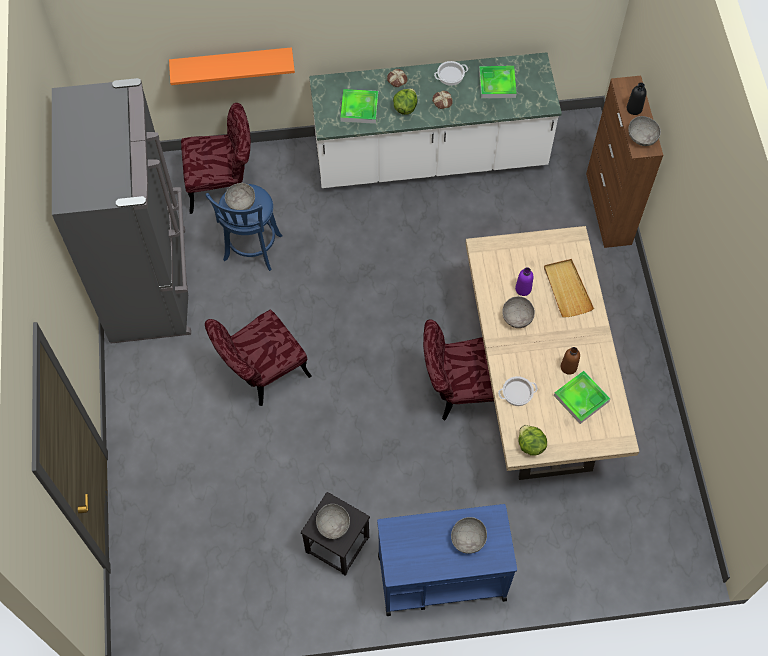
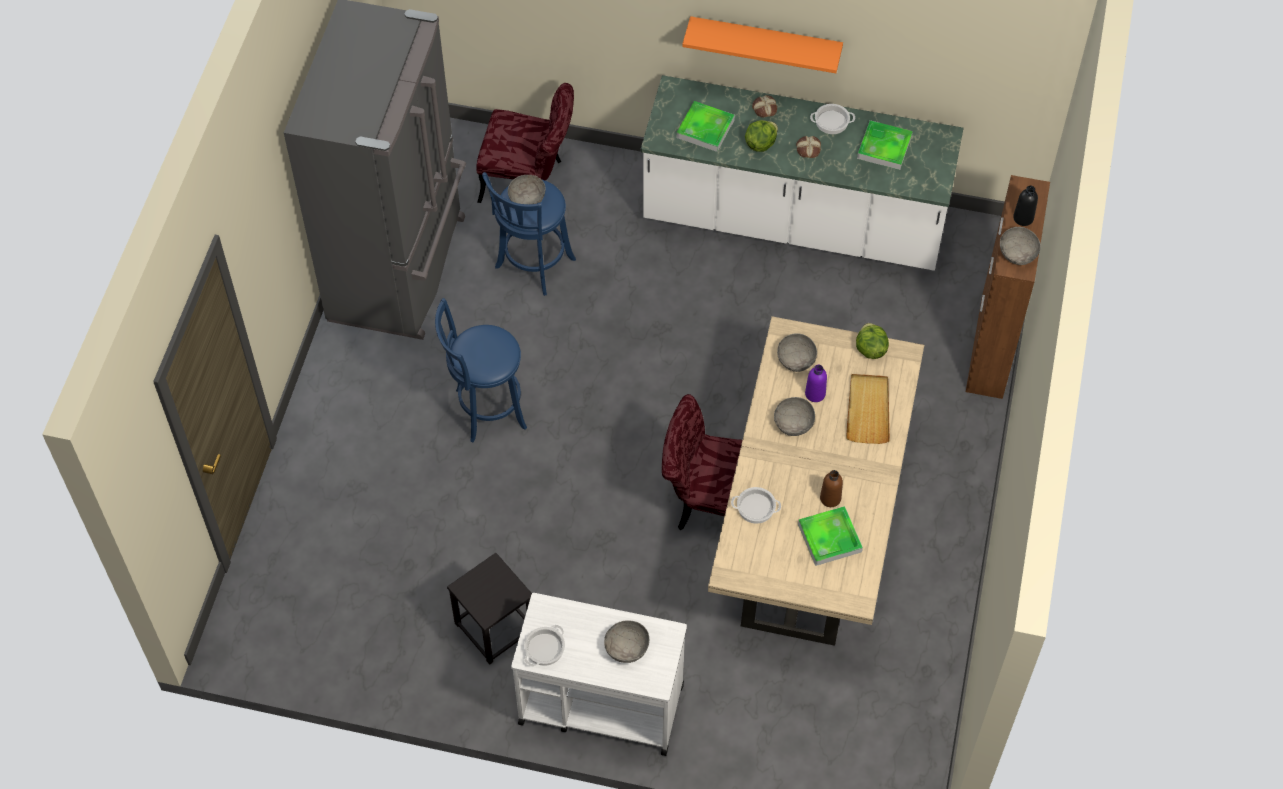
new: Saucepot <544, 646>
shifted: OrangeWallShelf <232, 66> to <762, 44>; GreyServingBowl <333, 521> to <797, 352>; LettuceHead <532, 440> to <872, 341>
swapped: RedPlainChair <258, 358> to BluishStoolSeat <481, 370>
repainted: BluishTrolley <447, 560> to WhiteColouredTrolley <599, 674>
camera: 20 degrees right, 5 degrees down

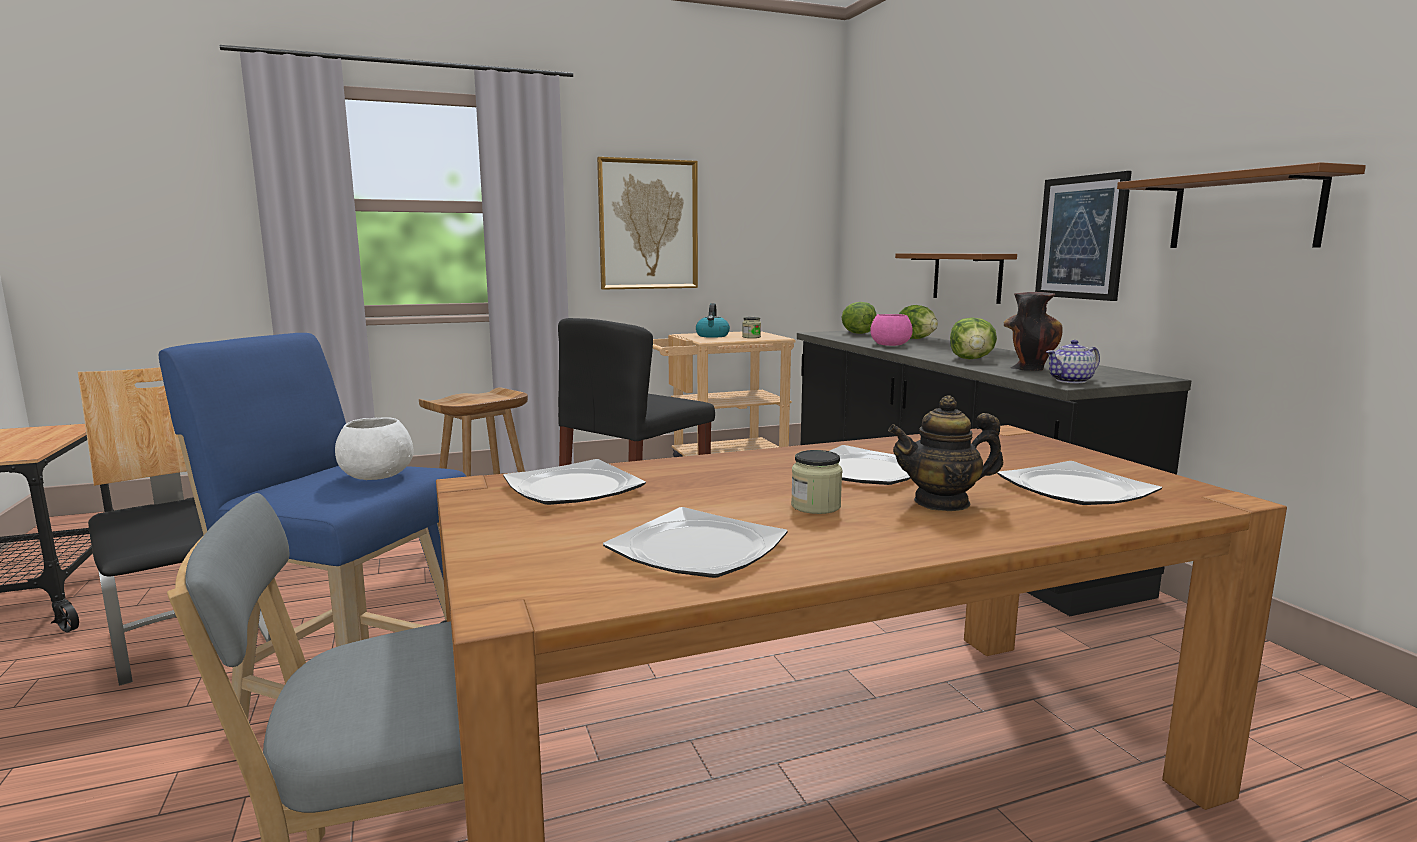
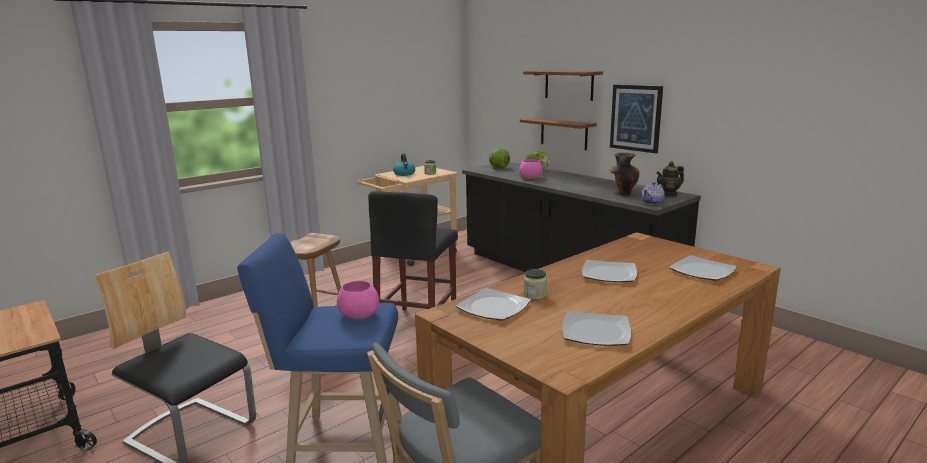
gone: WallPicture <647, 223>; LettuceHead <973, 338>
shifted: BrownishWallShelf <1241, 205> to <563, 85>; PreserveJar <816, 482> to <535, 284>; Teapot <945, 453> to <670, 178>
repainted: WhiteColouredServingBowl <374, 448> to PinkishServingBowl <358, 299>
camera: 20 degrees left, 5 degrees up

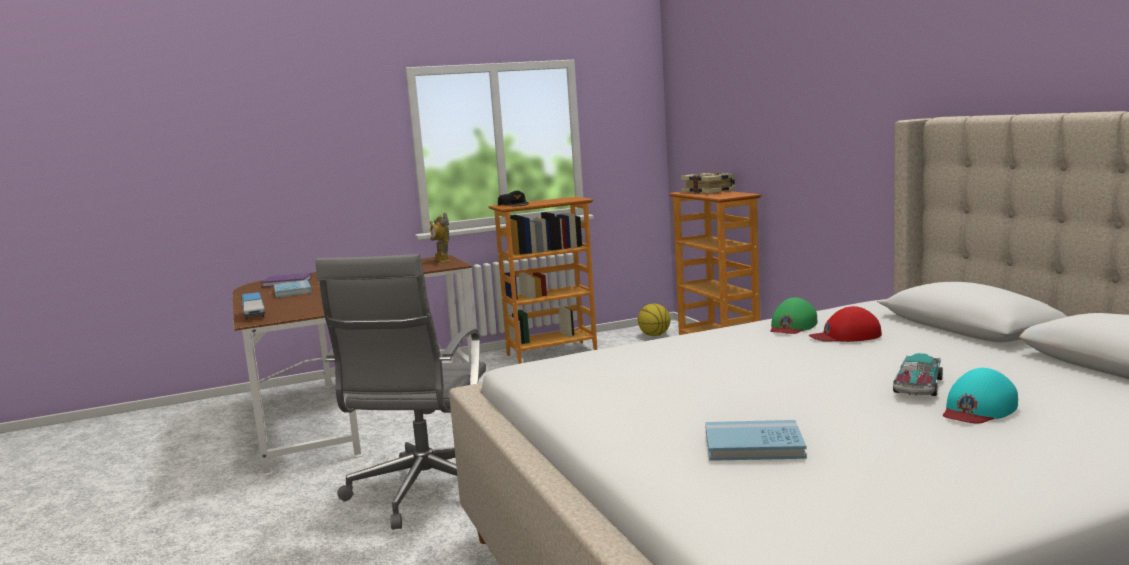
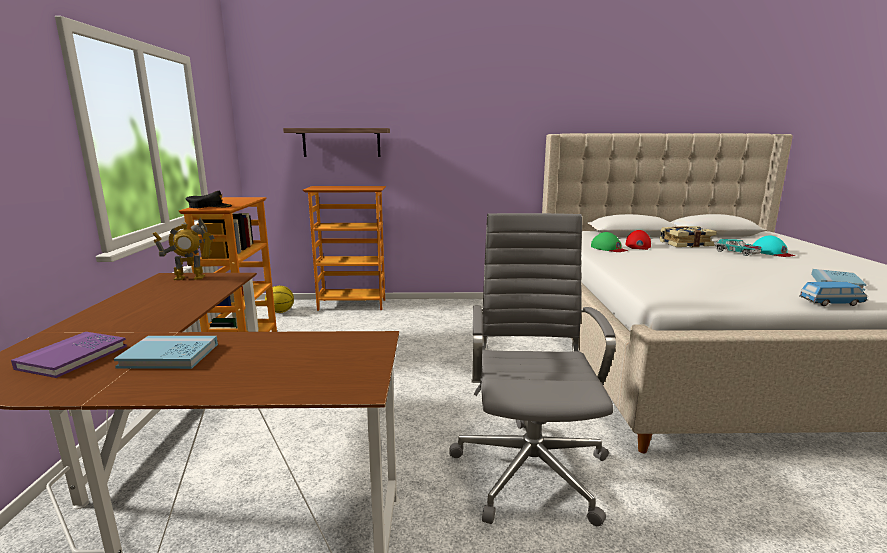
new: WallShelf <336, 142>
shifted: BoundBook <708, 183> to <688, 236>; MiniatureCar <253, 305> to <833, 294>
rotated: GreyDeskChair <401, 392> = <532, 369> 120 degrees counterclockwise
camera: 70 degrees left, 5 degrees up

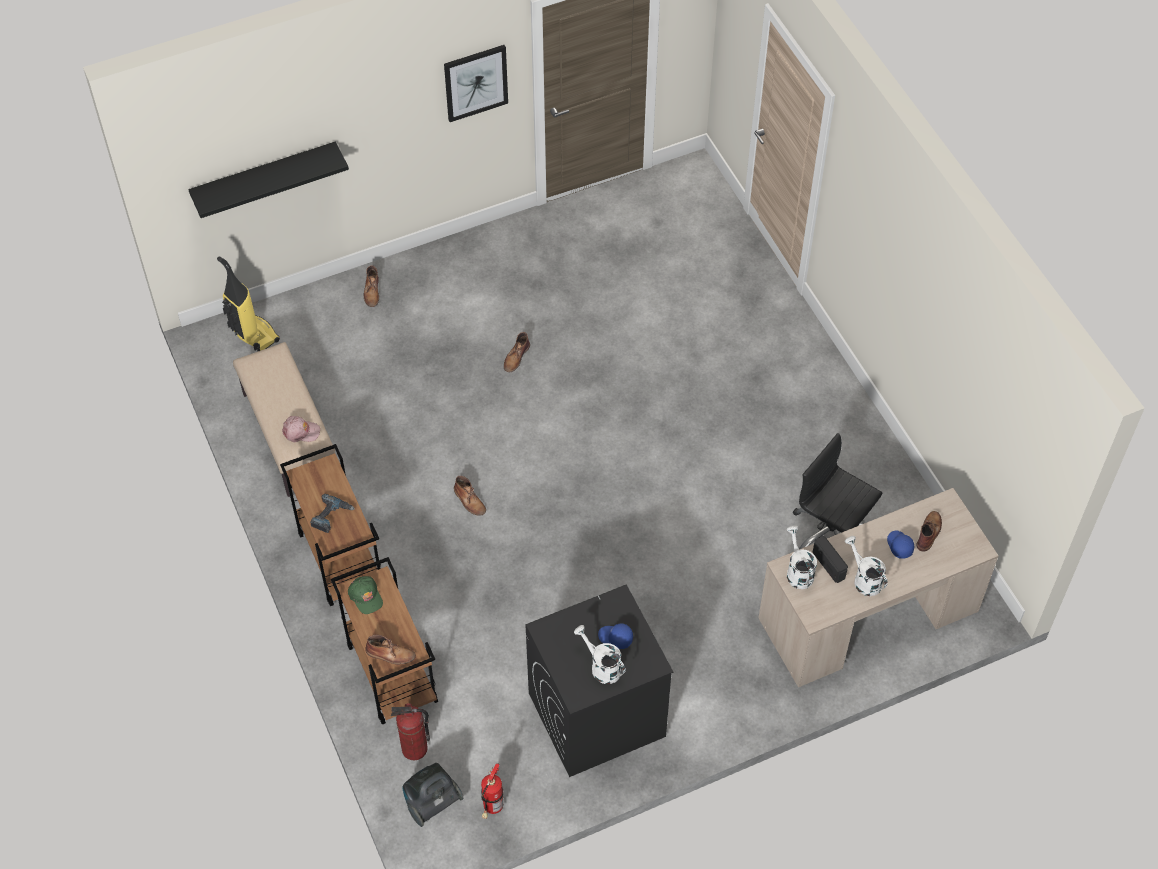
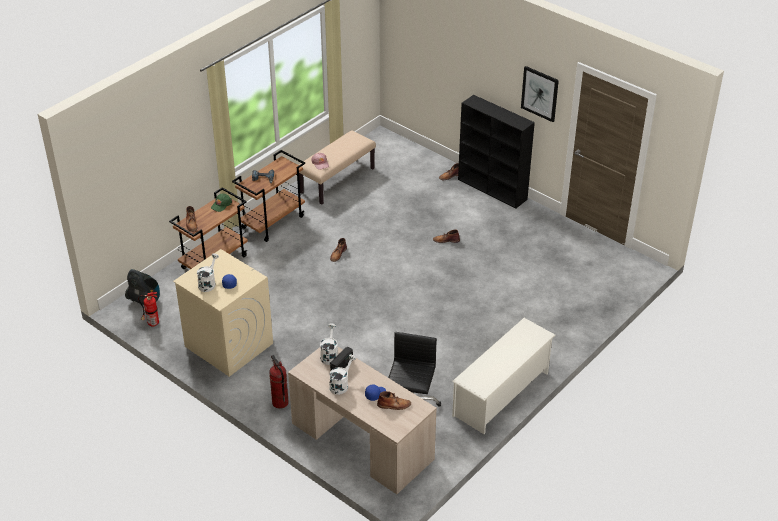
gone: BlackWallShelf <268, 180>; Vacuum <248, 304>
new: WhiteColouredShoeStand <503, 376>; BlackShelvingUnit <496, 151>
shifted: Extinguisher <410, 731> to <279, 382>
repainted: BlackWashingMachine <599, 680> to SandColouredWashingMachine <223, 313>
rotated: WhiteColouredSprinklingCan <802, 557> = <329, 344> 45 degrees counterclockwise
camera: 65 degrees right, 15 degrees down

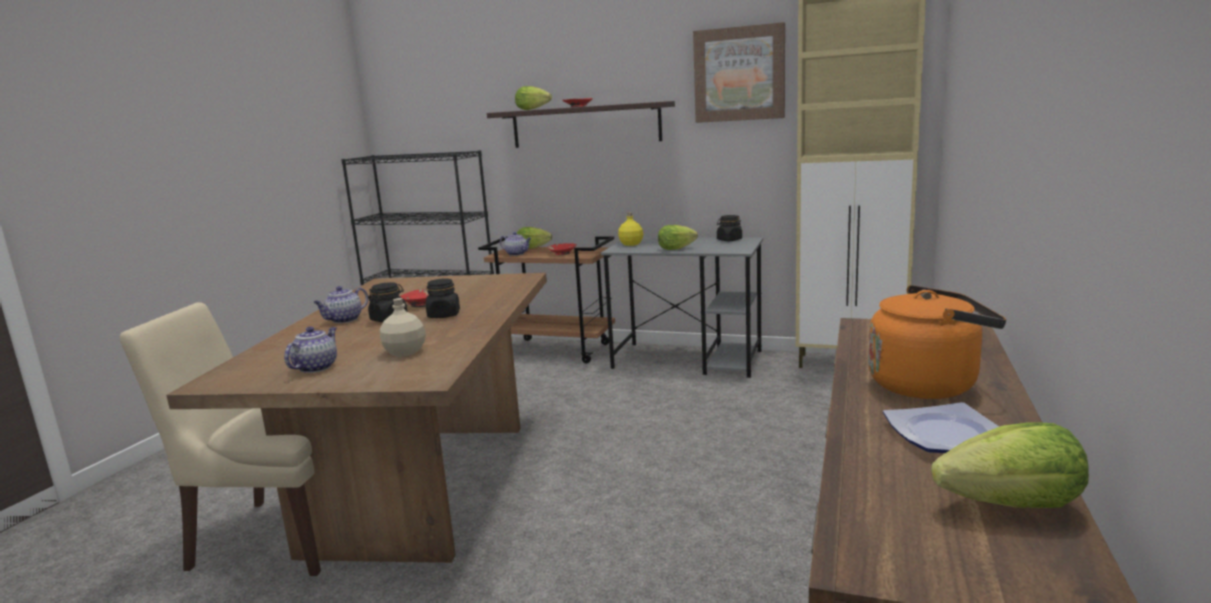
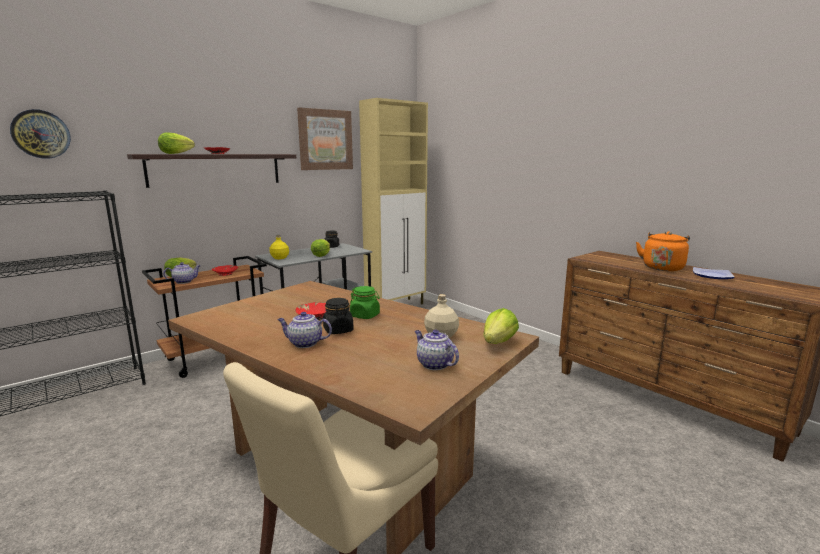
new: HangingClock <40, 134>
shifted: LettuceHead <1010, 465> to <501, 326>
repainted: BlackPreserveJar <443, 298> to GreenColouredPreserveJar <365, 302>
rotated: Teapot <340, 304> = <304, 330> 120 degrees clockwise
camera: 60 degrees left, 0 degrees up

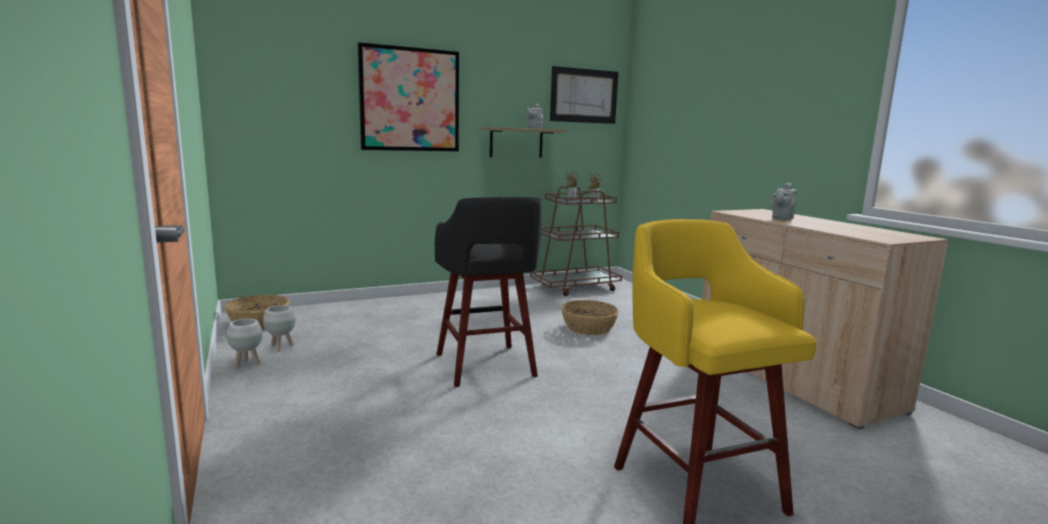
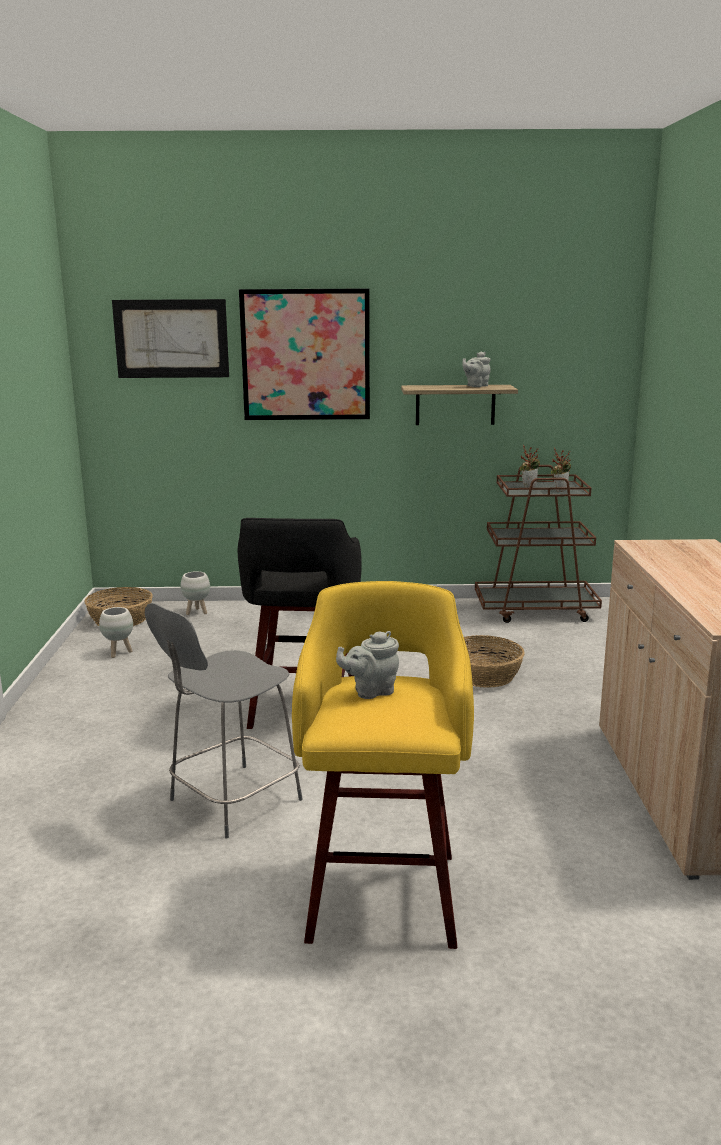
new: GreyPlainChair <224, 720>
shifted: WallPicture <584, 95> to <170, 338>; WhiteColouredFlowerPot <245, 343> to <195, 593>; GreyTeapot <783, 201> to <367, 665>
camera: 25 degrees right, 5 degrees up

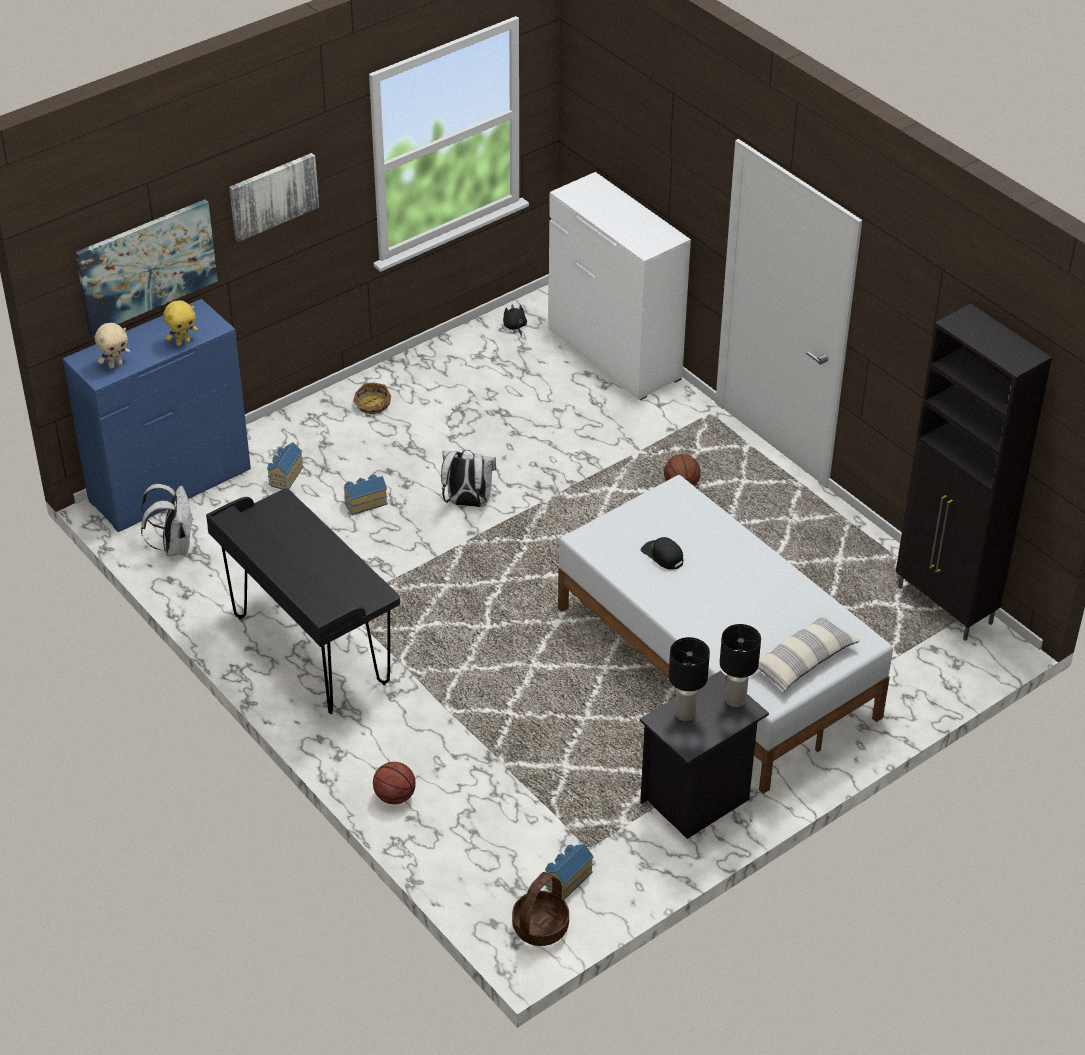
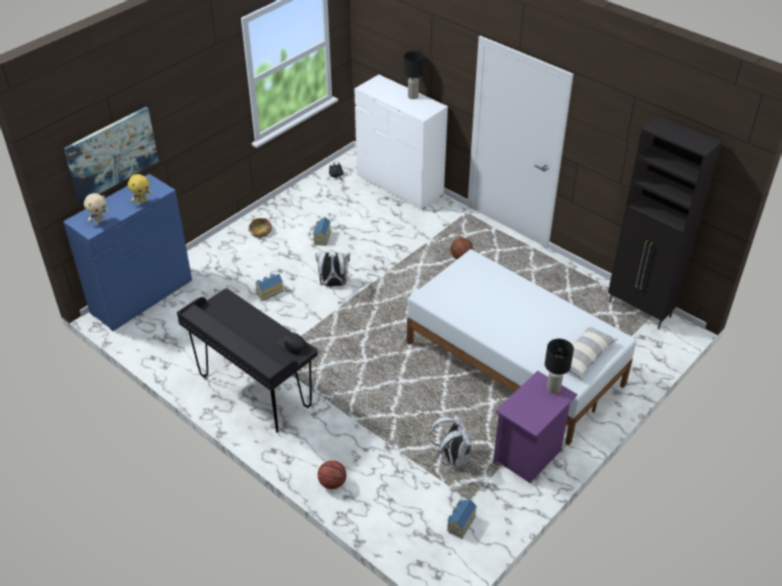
gone: WallPicture <274, 197>; StorageBasket <540, 909>
shifted: BlackBaseballCap <662, 553> to <292, 344>; ModelHouse <285, 465> to <322, 231>; BlackLampForATable <689, 679> to <414, 75>; WhiteColouredBackpack <167, 520> to <450, 441>
repainted: BlackNightstand <704, 755> to PurpleNightstand <535, 427>
camera: 10 degrees left, 0 degrees up

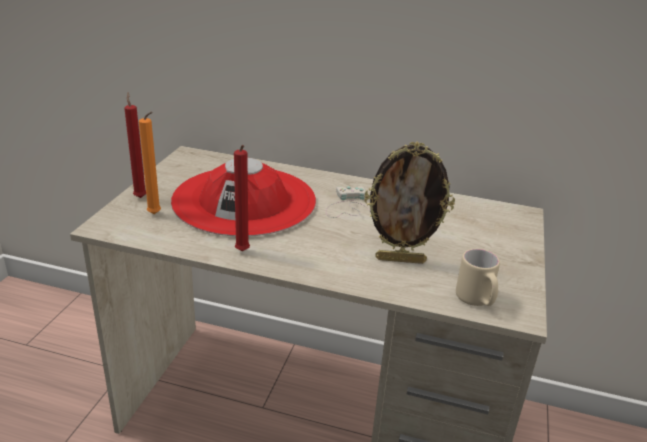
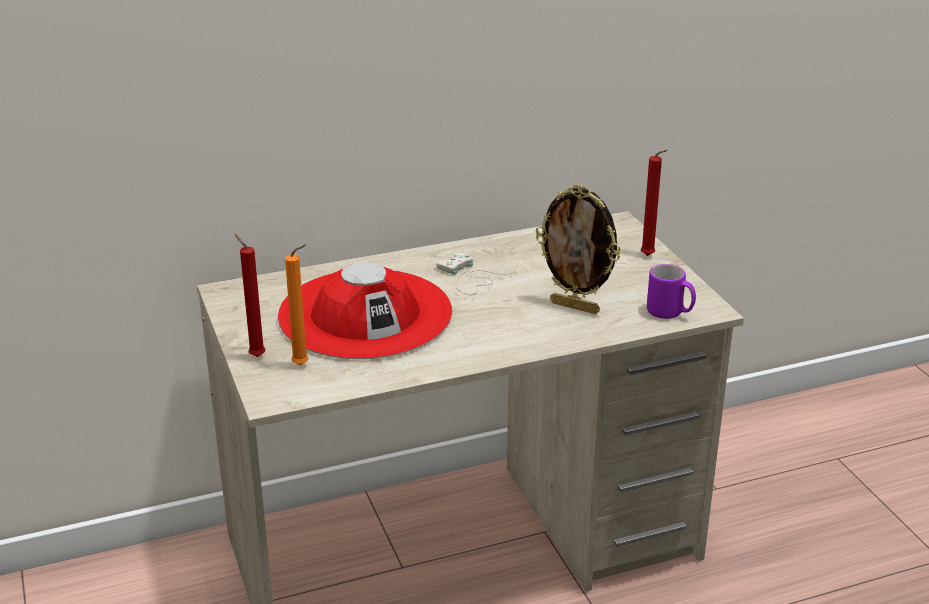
shifted: RedCandle <242, 198> to <654, 203>
repainted: SandColouredCoffeeMug <478, 277> to PurpleCoffeeMug <671, 291>
rotated: PhotoFrame <409, 203> = <578, 249> 60 degrees clockwise
camera: 35 degrees left, 0 degrees up

